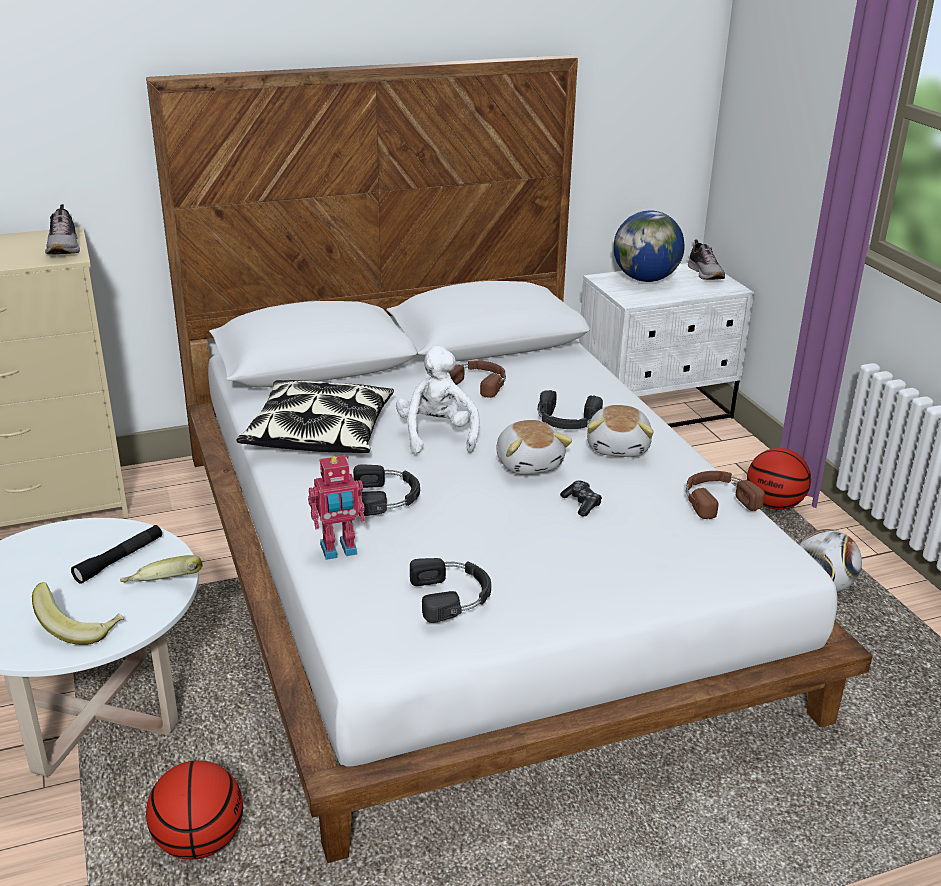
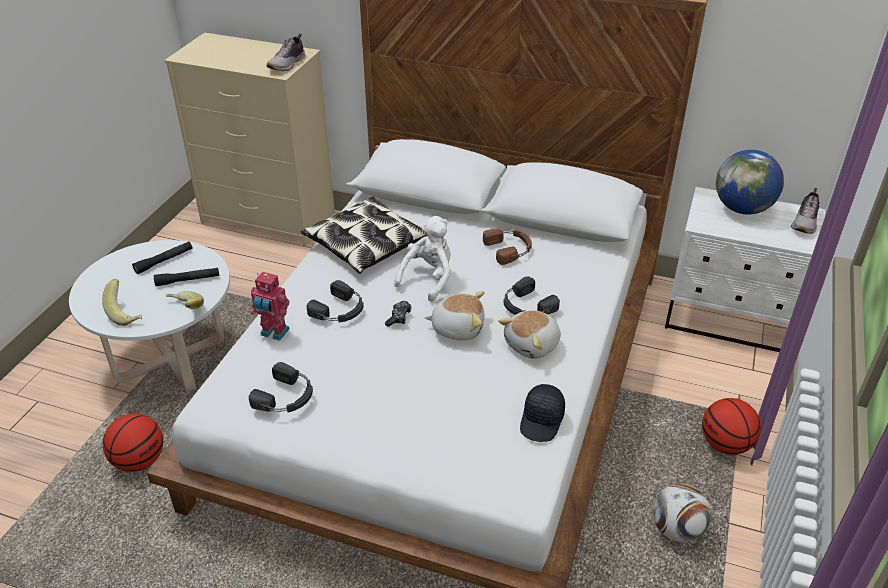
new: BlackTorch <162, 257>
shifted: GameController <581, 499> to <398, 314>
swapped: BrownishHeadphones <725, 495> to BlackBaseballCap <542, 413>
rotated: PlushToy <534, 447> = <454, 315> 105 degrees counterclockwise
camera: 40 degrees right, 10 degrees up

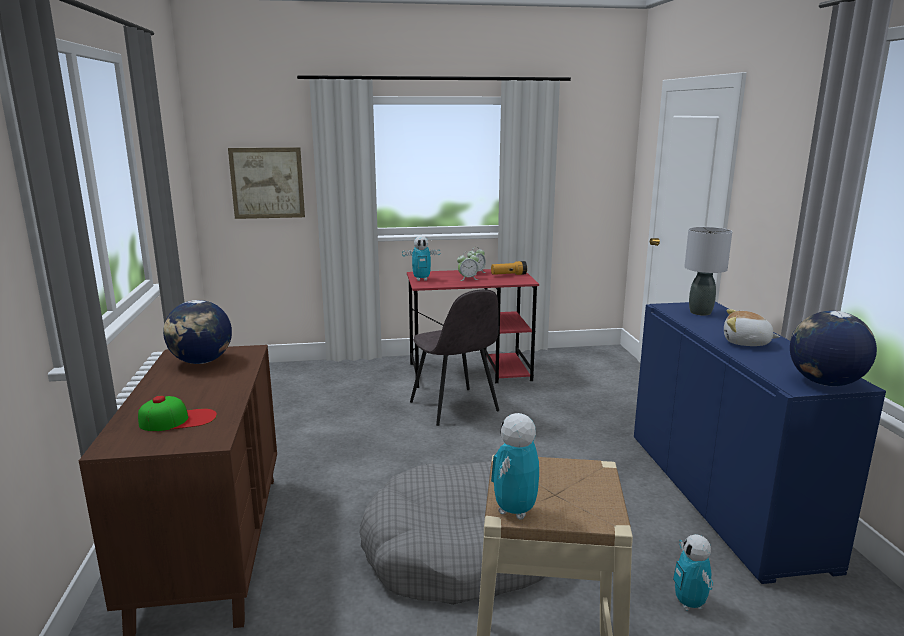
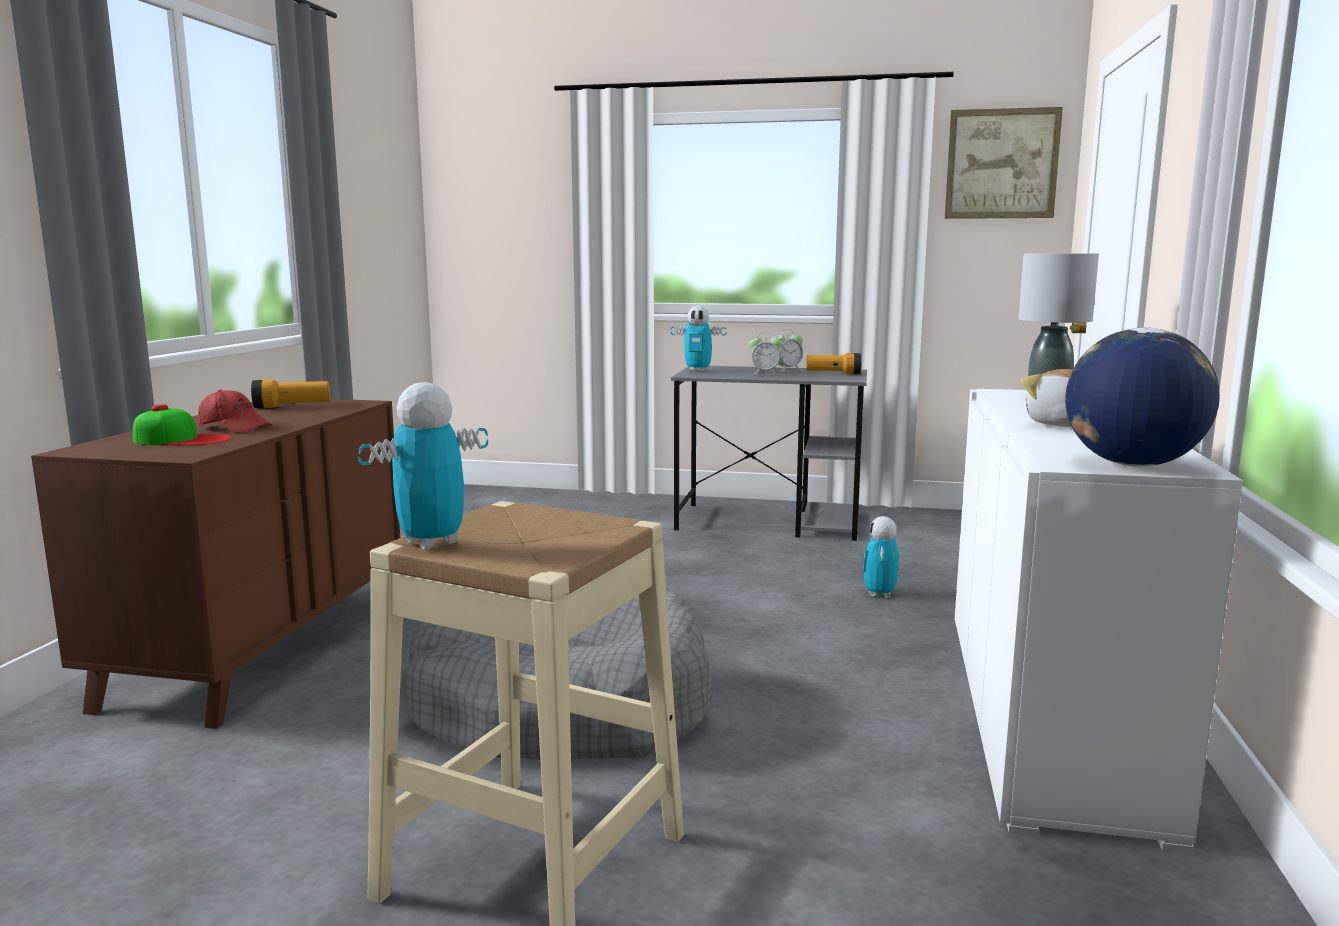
gone: GreyPlainChair <454, 357>
new: RedBaseballCap <235, 411>
shifted: ModelRobot <693, 572> to <881, 557>; WallPicture <266, 183> to <1004, 163>
swapped: WorldGlobe <197, 332> to Torch <290, 394>
repainted: RedDeskTable <473, 328> to GreyDeskTable <769, 453>; BluishCupboard <760, 443> to WhiteColouredCupboard <1099, 621>
camera: 20 degrees right, 5 degrees down

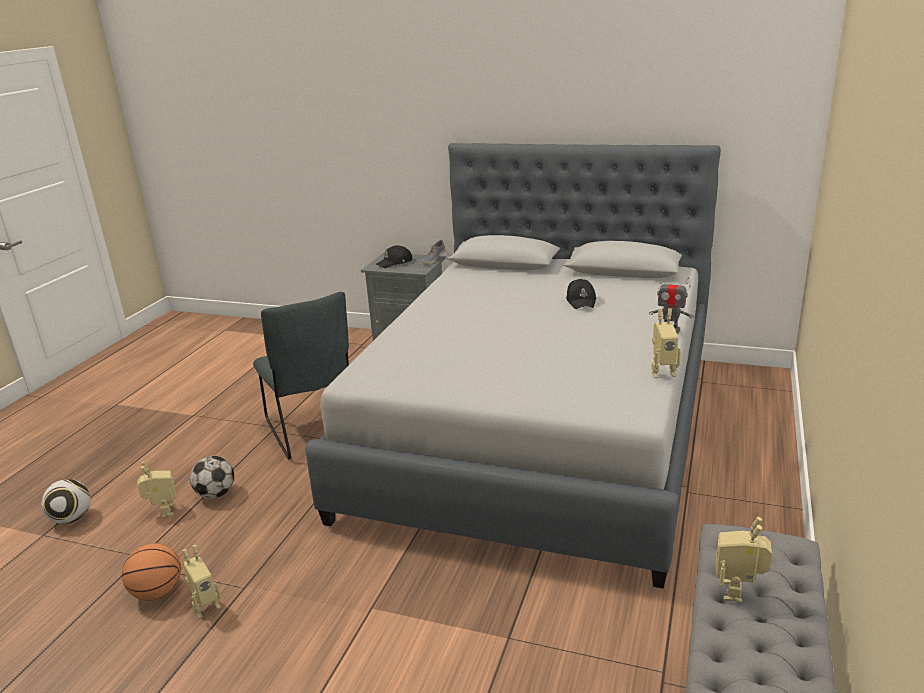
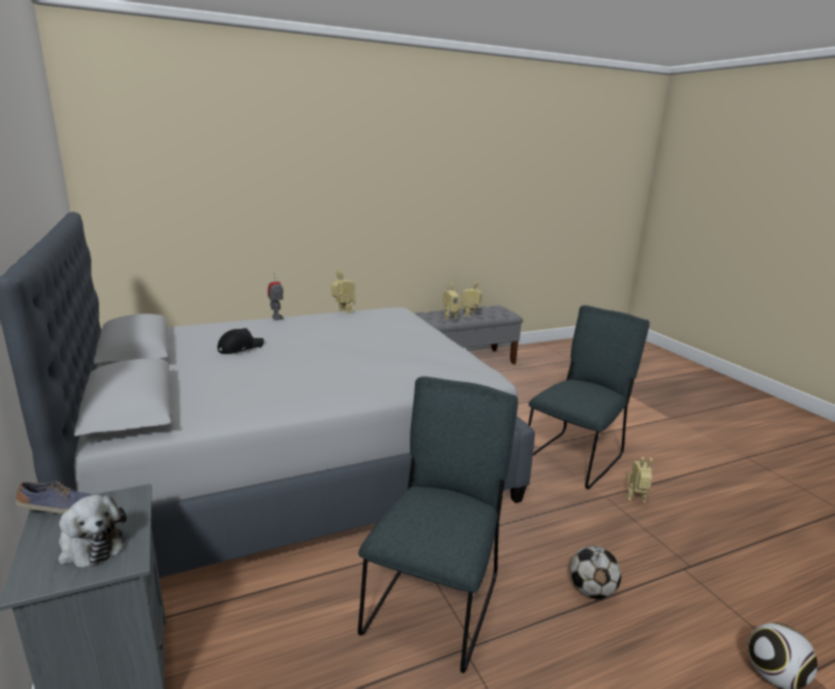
gone: BallForBasketball <151, 572>
new: GreyPlainChair <589, 397>
shifted: ModelRobot <157, 489> to <471, 299>
swapped: BlackBaseballCap <394, 256> to PlushToy <92, 531>
camera: 135 degrees left, 5 degrees down

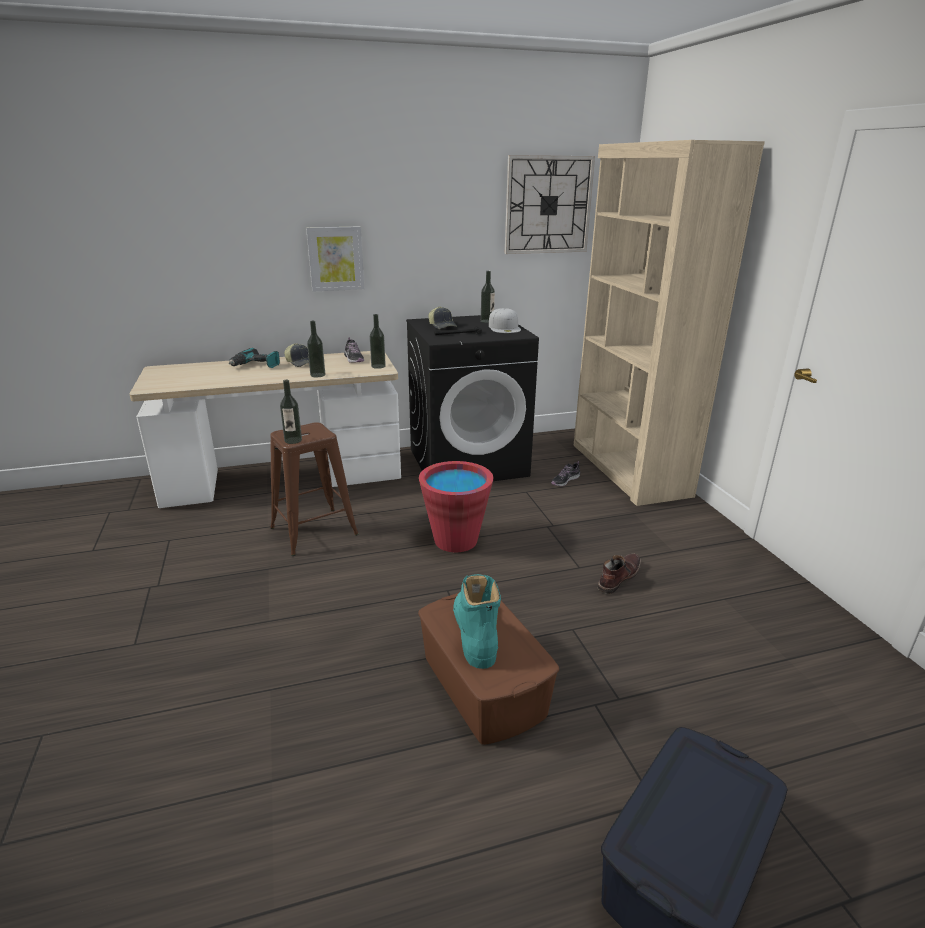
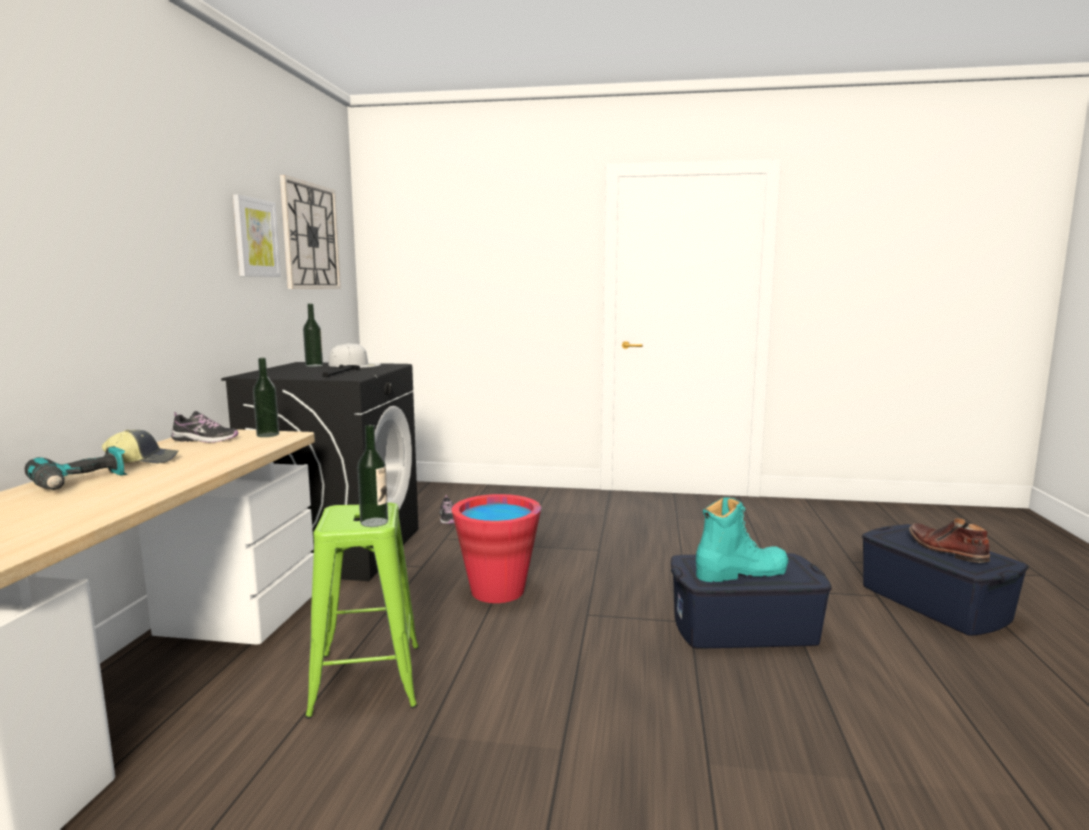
gone: Bottle <316, 349>; BaseballCap <442, 317>; SandColouredShelvingUnit <669, 323>
shifted: WallPicture <335, 259> to <257, 235>; BrownishBoot <619, 574> to <949, 540>
repainted: BrownishStoolSeat <314, 489> to GreenColouredStoolSeat <362, 610>; BrownishStorageBin <488, 668> to BluishStorageBin <751, 600>
rotated: TurquoiseBoot <477, 621> = <742, 539> 150 degrees clockwise
camera: 65 degrees left, 15 degrees down

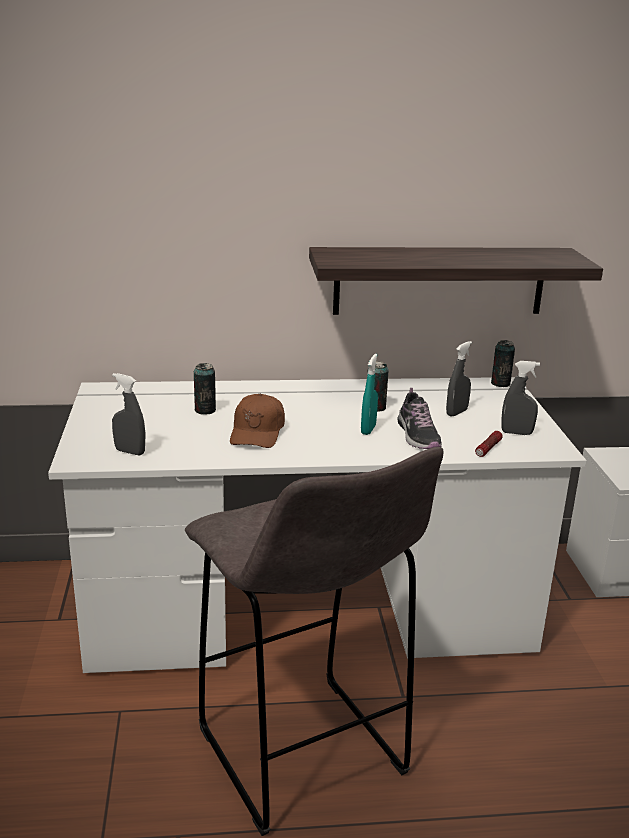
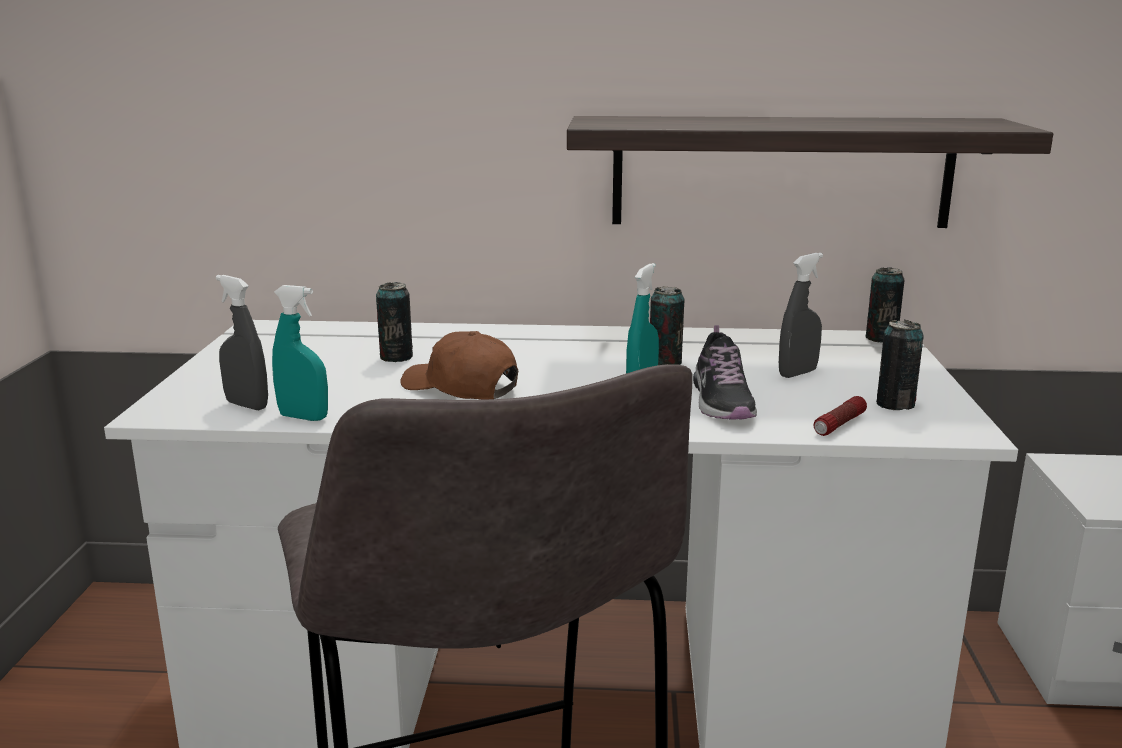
new: TurquoiseHandSprayer <300, 353>
swapped: GreyHandSprayer <520, 398> to MetalCan <900, 364>
rotated: BrownishBaseballCap <257, 421> = <459, 365> 105 degrees clockwise
camera: 10 degrees right, 5 degrees down

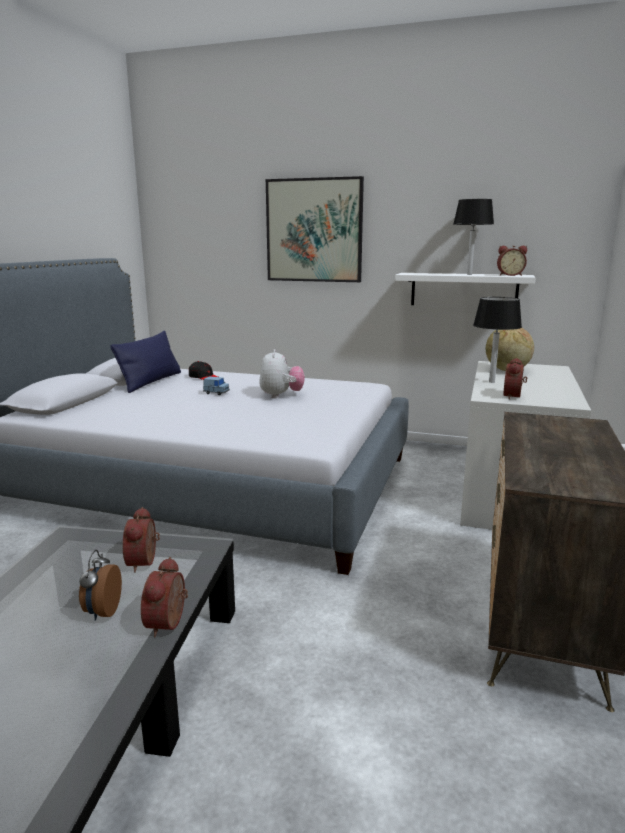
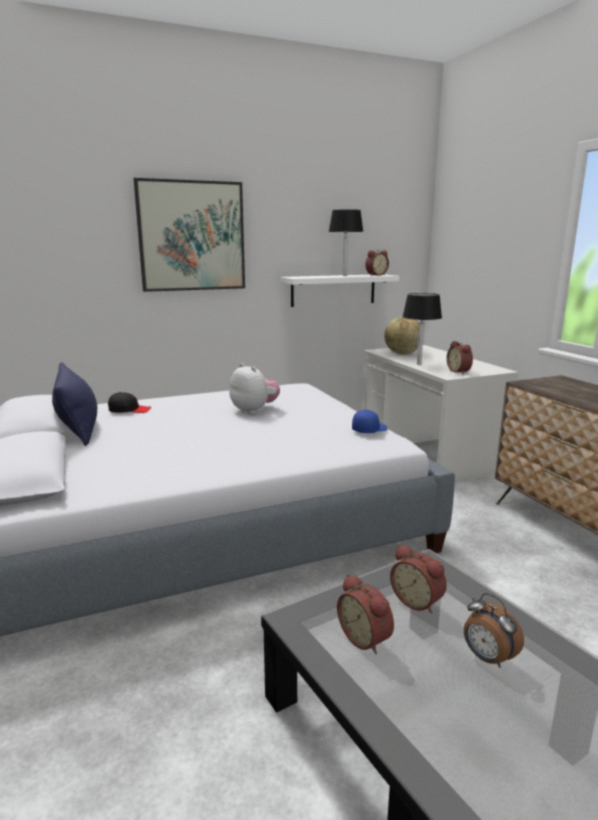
gone: BluishMiniatureCar <216, 385>
new: BluishBaseballCap <369, 421>
shifted: BedsideClock <164, 597> to <365, 614>
camera: 40 degrees left, 0 degrees up

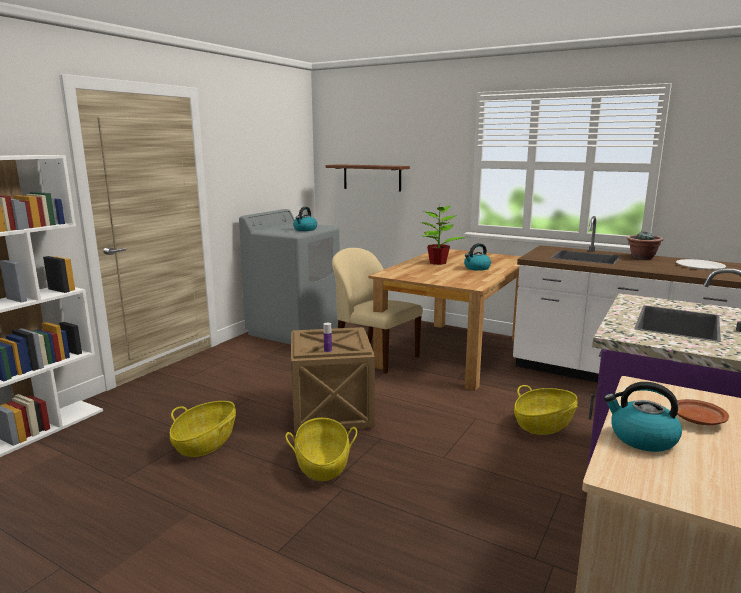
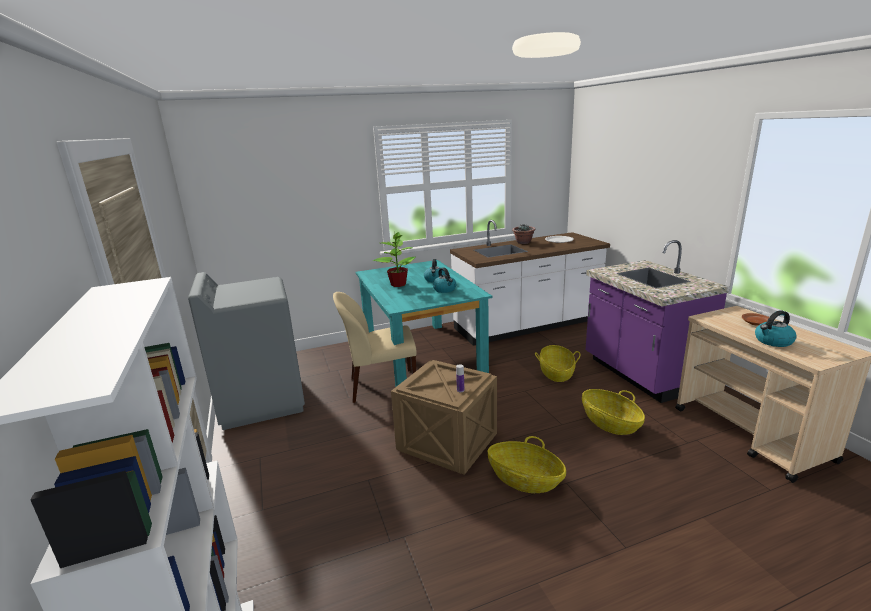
gone: BrownishWallShelf <368, 178>
shifted: Kettle <305, 219> to <444, 280>; StorageBasket <203, 429> to <613, 412>
repainted: BrownishDiningTable <445, 320> to TurquoiseDiningTable <423, 323>
camera: 50 degrees left, 5 degrees up

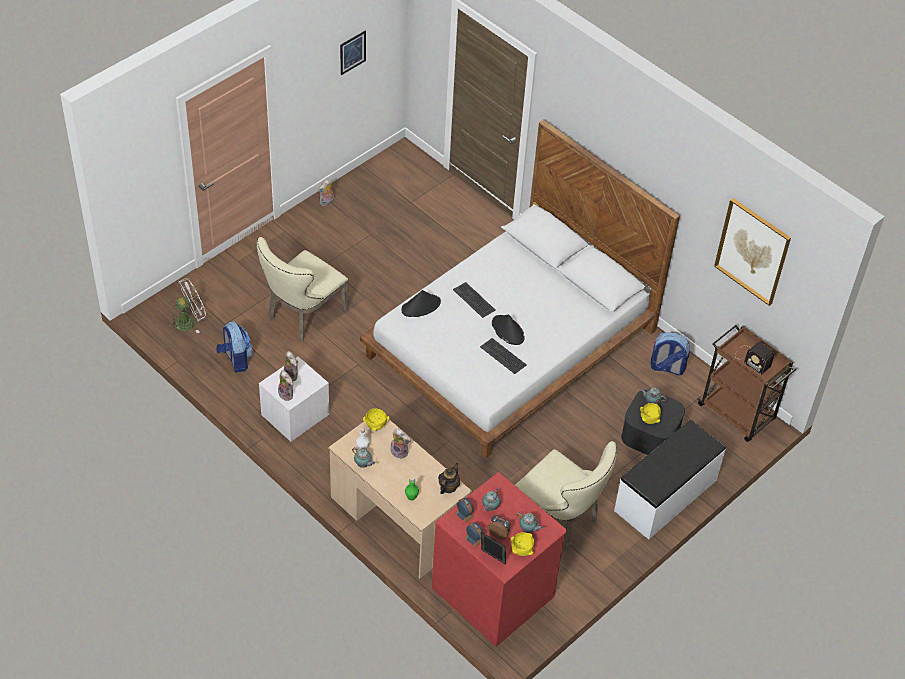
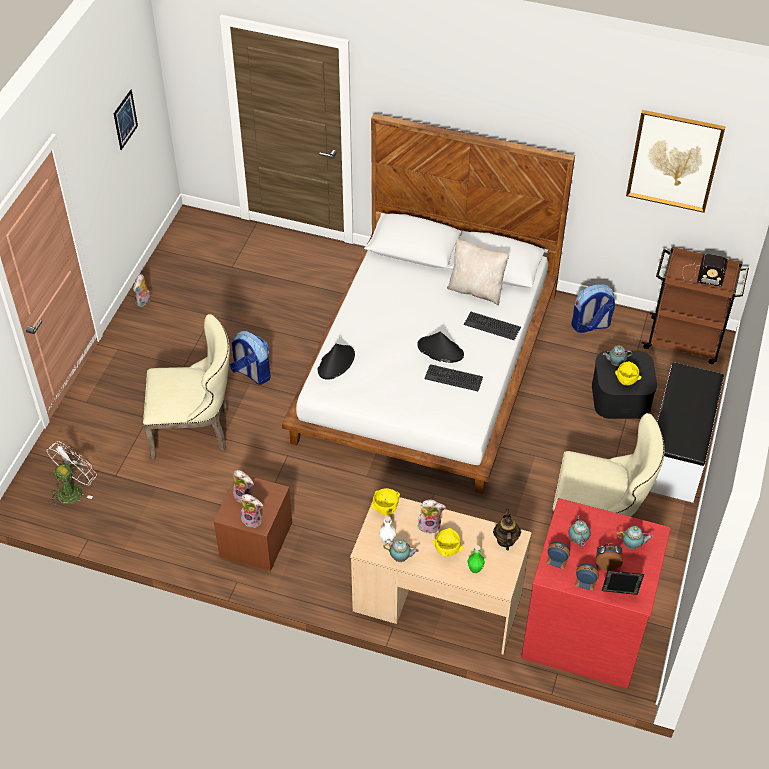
new: SandColouredCushion <478, 272>
shifted: Backpack <234, 346> to <250, 358>; YellowServingBowl <522, 544> to <448, 542>; PcKeyboard <474, 300> to <492, 326>
repainted: WhiteColouredNightstand <294, 399> to BrownishNightstand <253, 523>
rotated: SandColouredPlainChair <303, 289> = <186, 387> 105 degrees counterclockwise
camera: 25 degrees left, 0 degrees up

